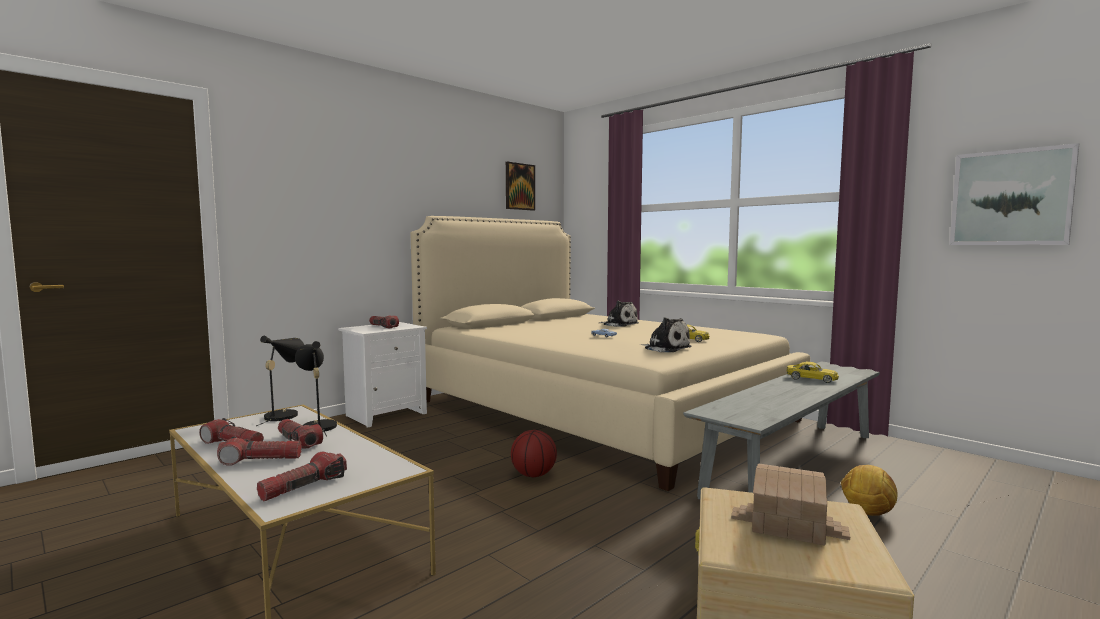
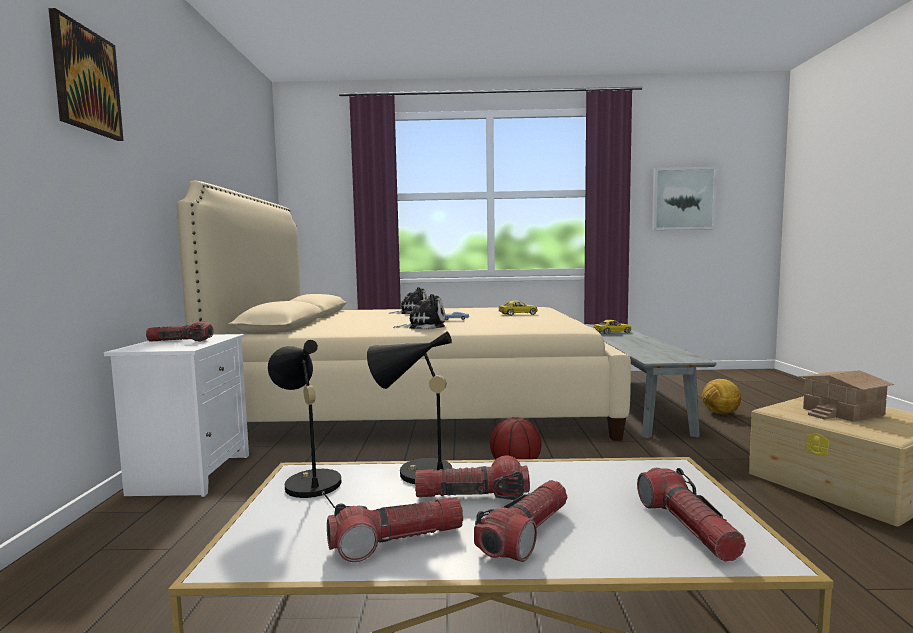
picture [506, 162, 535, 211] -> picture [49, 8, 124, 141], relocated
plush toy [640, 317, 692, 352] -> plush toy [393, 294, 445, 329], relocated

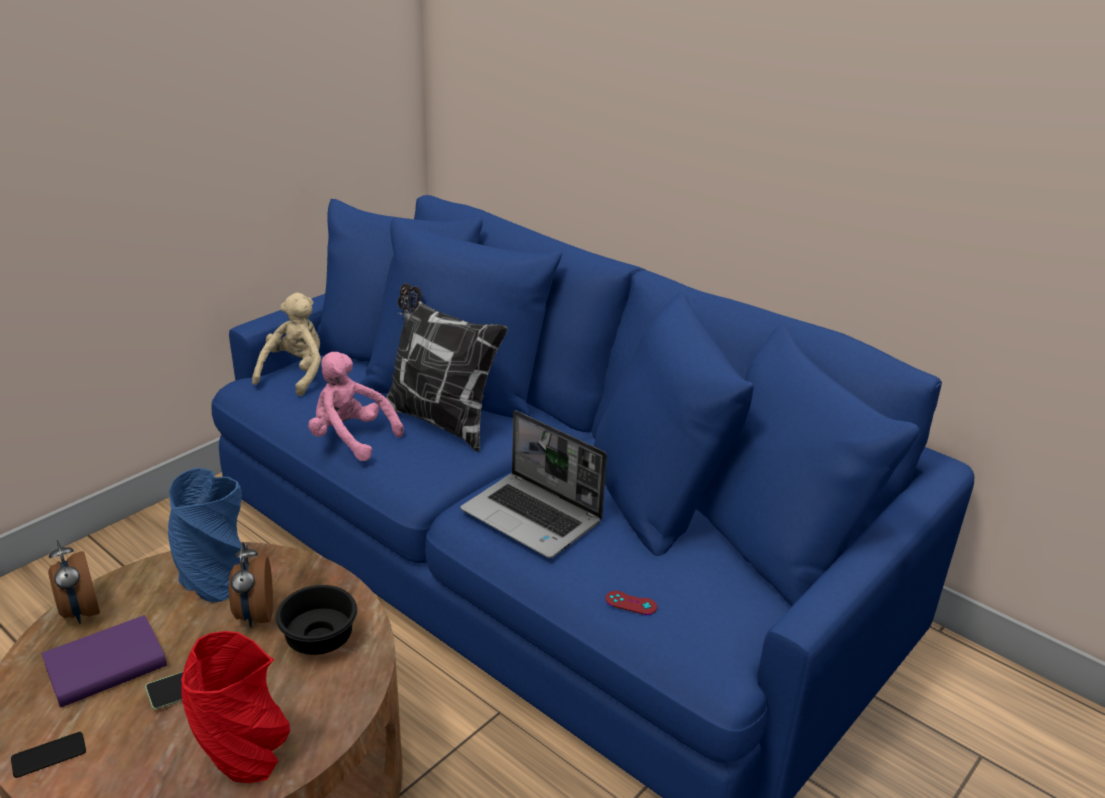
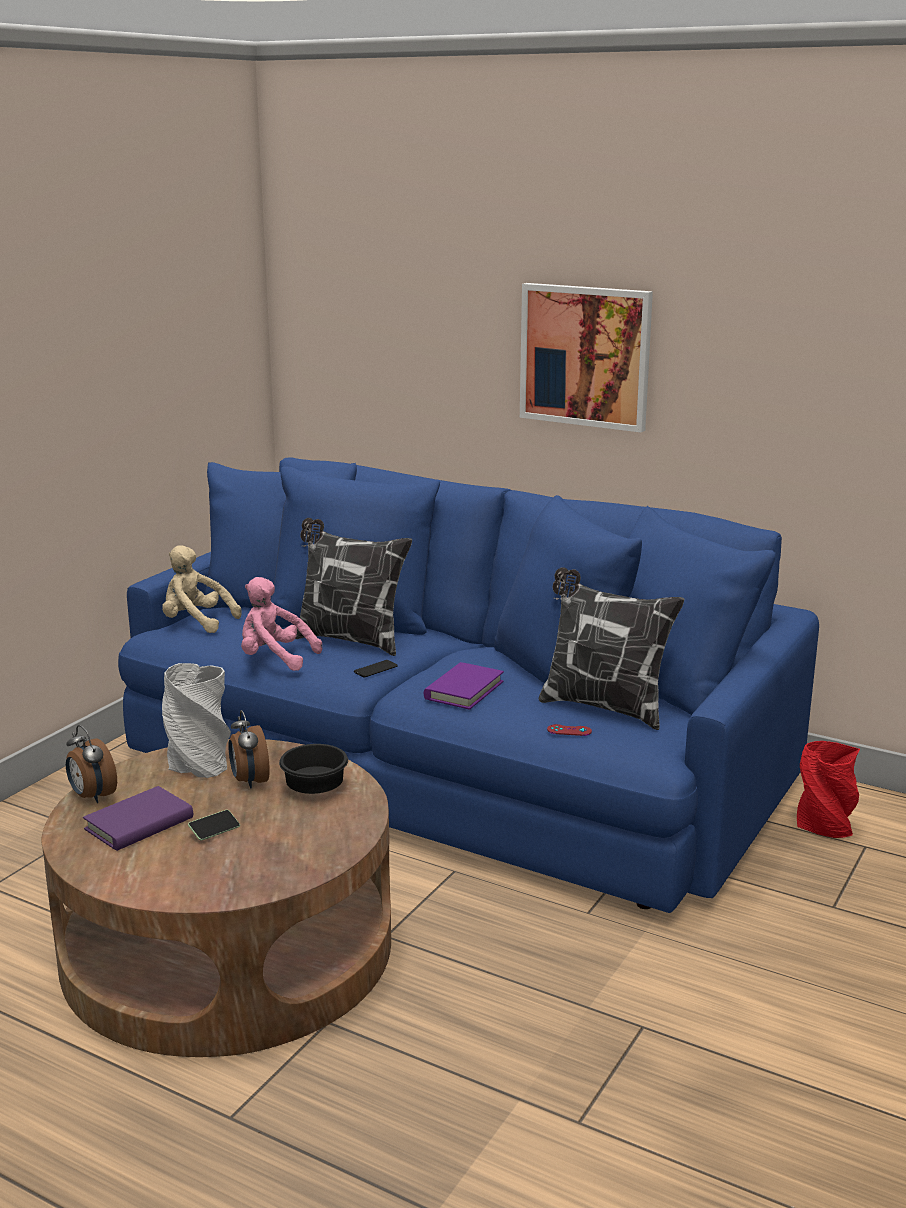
phone [11, 732, 86, 778] -> phone [354, 660, 398, 678], relocated
blue vase [168, 468, 245, 603] -> grey vase [162, 663, 231, 778]
red vase [181, 631, 290, 783] -> red vase [797, 741, 860, 838], relocated
beige plush toy [252, 293, 321, 396] -> beige plush toy [162, 545, 241, 633], 75 degrees counterclockwise
laptop [460, 410, 607, 558] -> purple book [424, 662, 504, 710]
none -> picture [520, 283, 653, 433]
none -> pillow [539, 567, 684, 730]

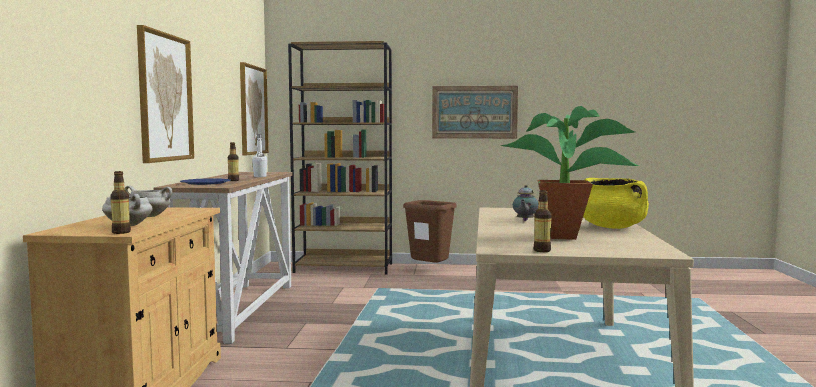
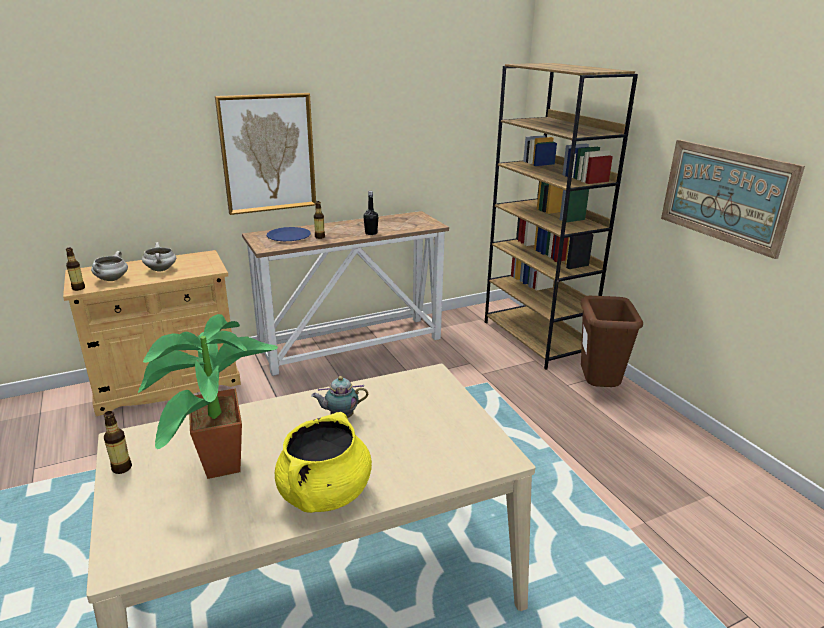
picture [240, 62, 269, 155] -> none
white bottle [252, 134, 267, 177] -> black bottle [363, 191, 378, 235]

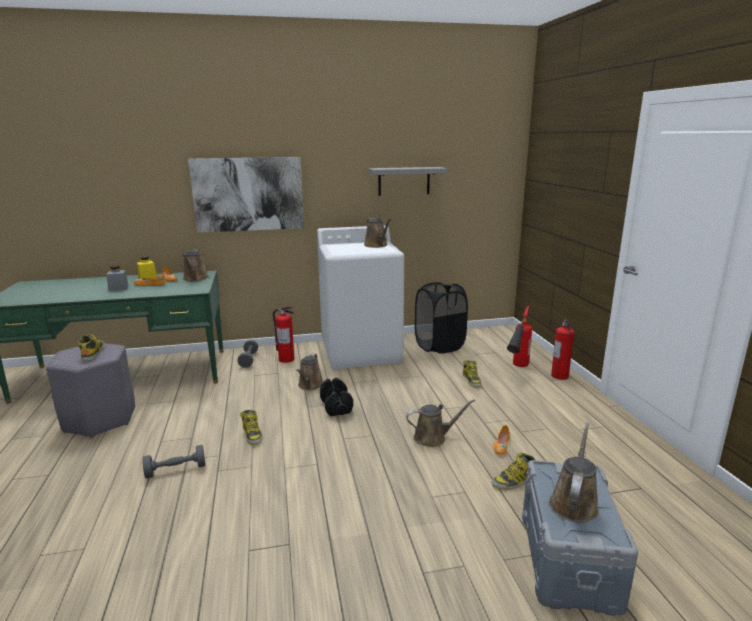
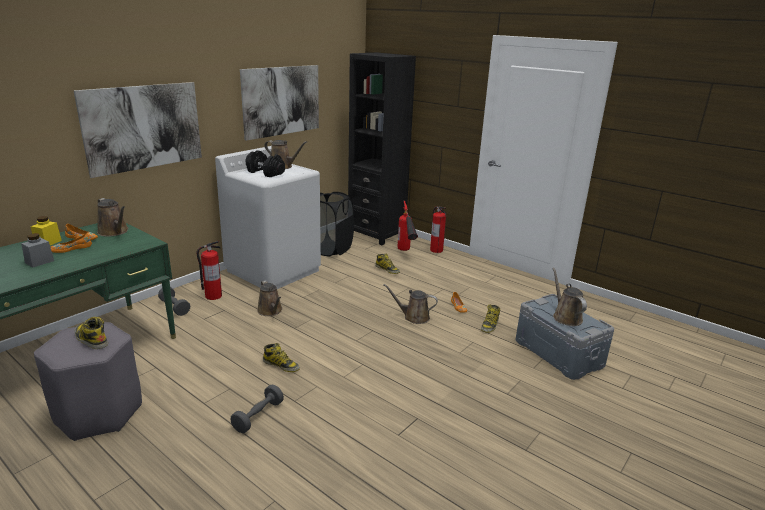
black dumbbell [320, 378, 353, 417] -> black dumbbell [246, 150, 285, 177], relocated
grey shelf [368, 167, 447, 196] -> picture [240, 65, 319, 141]
brown watering can [406, 399, 475, 447] -> brown watering can [383, 284, 438, 324], 120 degrees counterclockwise
none -> black bookcase [348, 53, 416, 245]

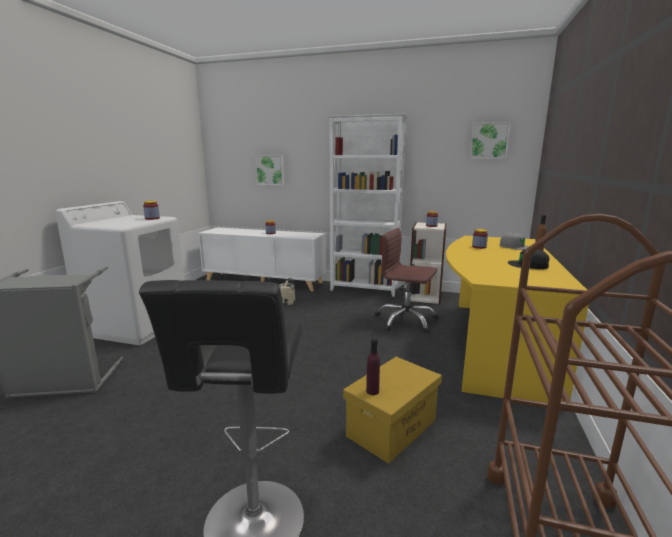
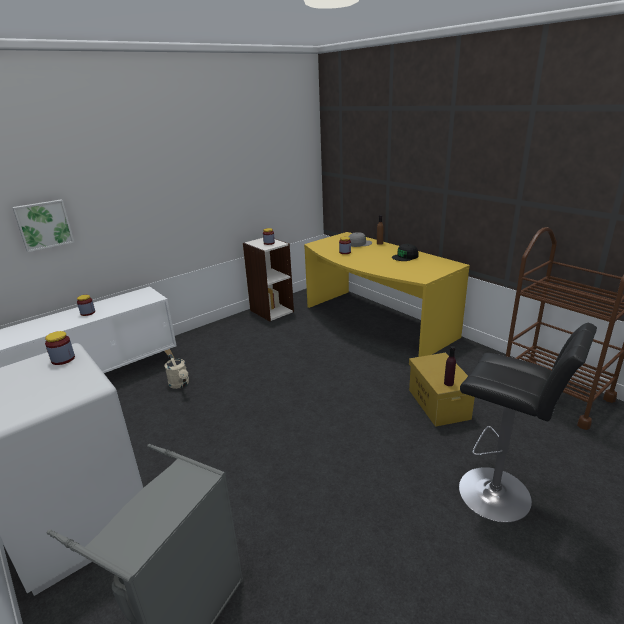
white bookcase [326, 114, 409, 297] -> none
brown office chair [375, 228, 438, 333] -> none
picture [469, 122, 510, 159] -> none

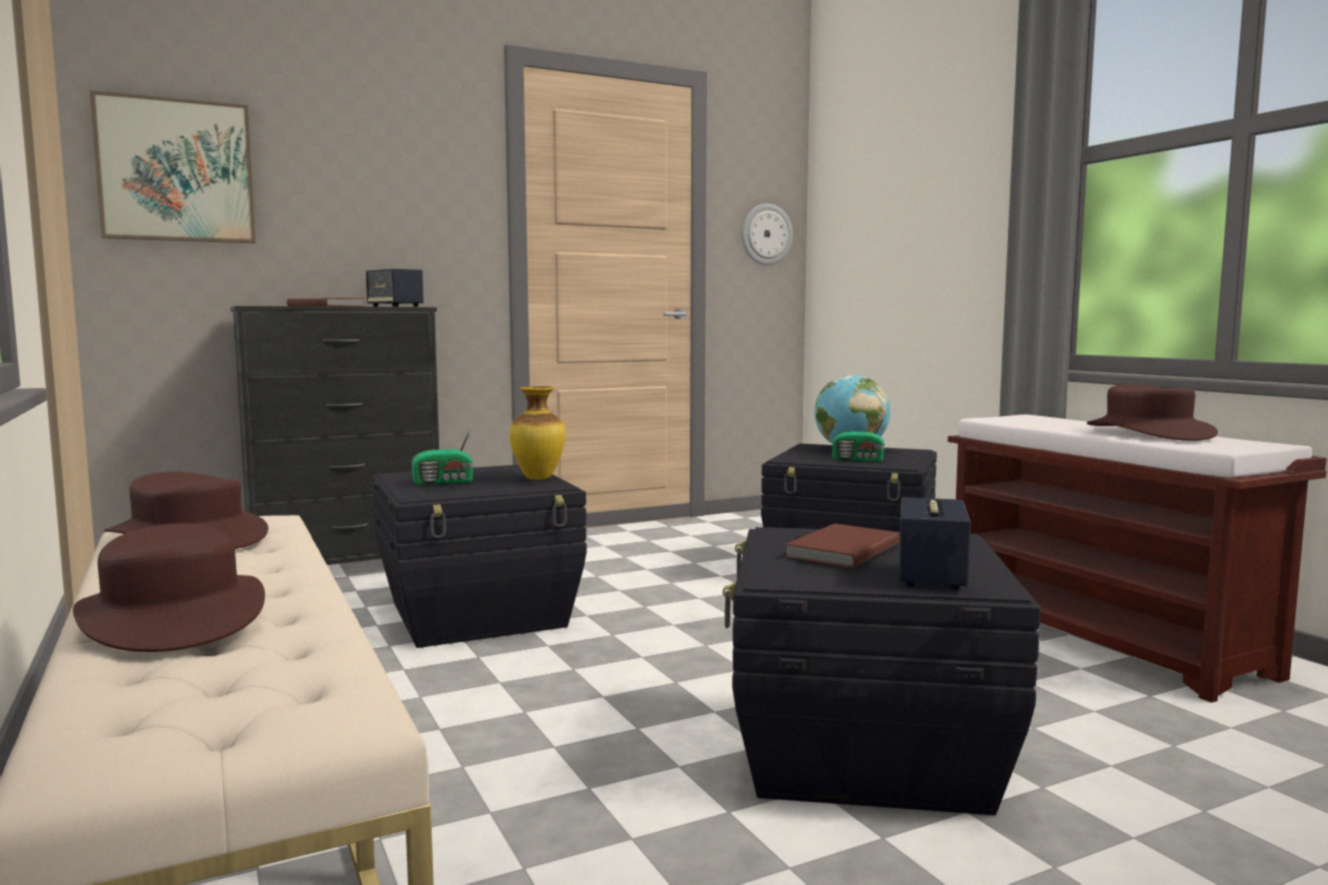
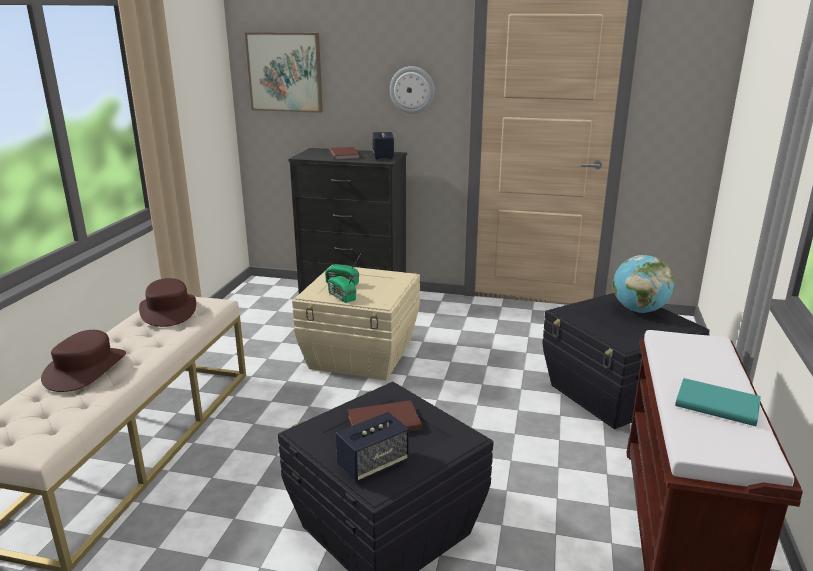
black storage box [373, 465, 587, 648] -> beige storage box [292, 265, 420, 381]
vase [509, 386, 566, 480] -> none
wall clock [741, 204, 793, 265] -> wall clock [390, 66, 434, 114], relocated
radio [832, 410, 889, 462] -> radio [328, 270, 357, 303], relocated
brown hat [1087, 384, 1218, 441] -> turquoise book [675, 378, 761, 426]

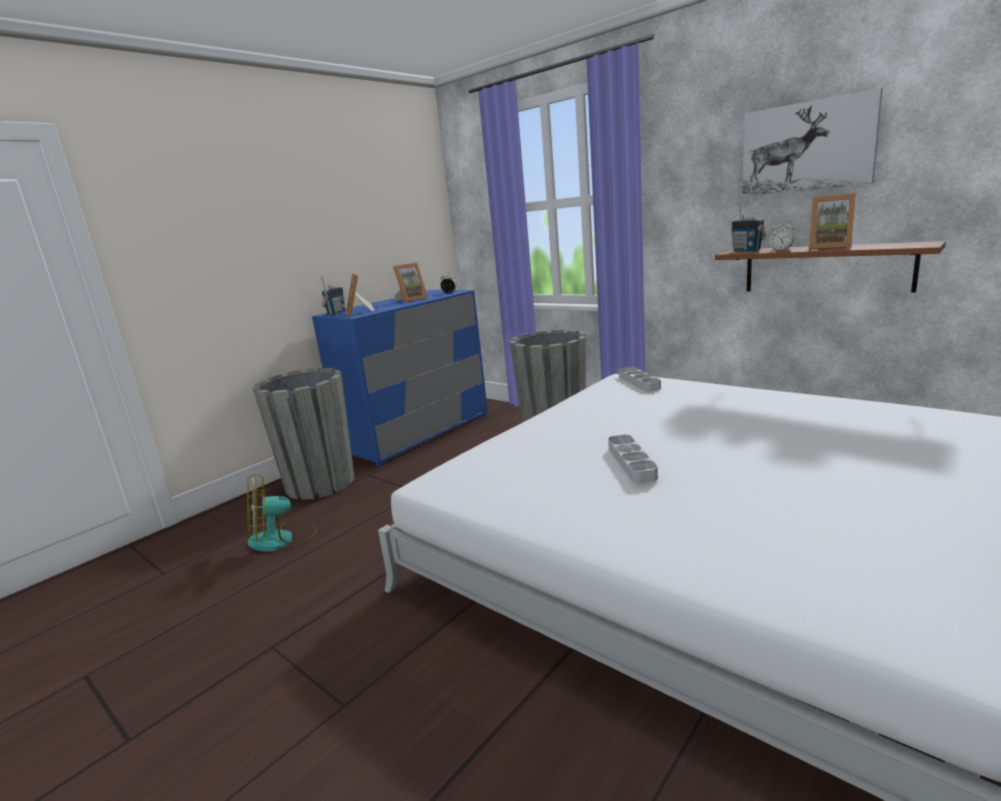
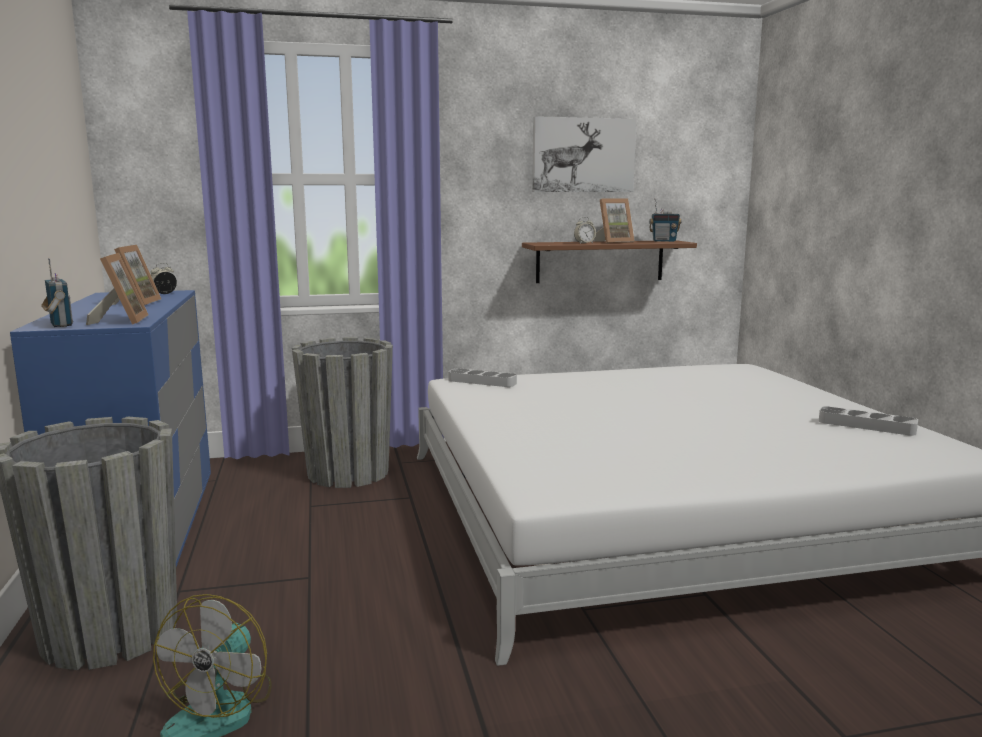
picture frame [346, 273, 375, 317] -> picture frame [86, 253, 149, 325], 120 degrees counterclockwise
grey tray [608, 435, 658, 483] -> grey tray [819, 406, 918, 436], relocated
radio [731, 204, 766, 251] -> radio [649, 198, 682, 242], relocated

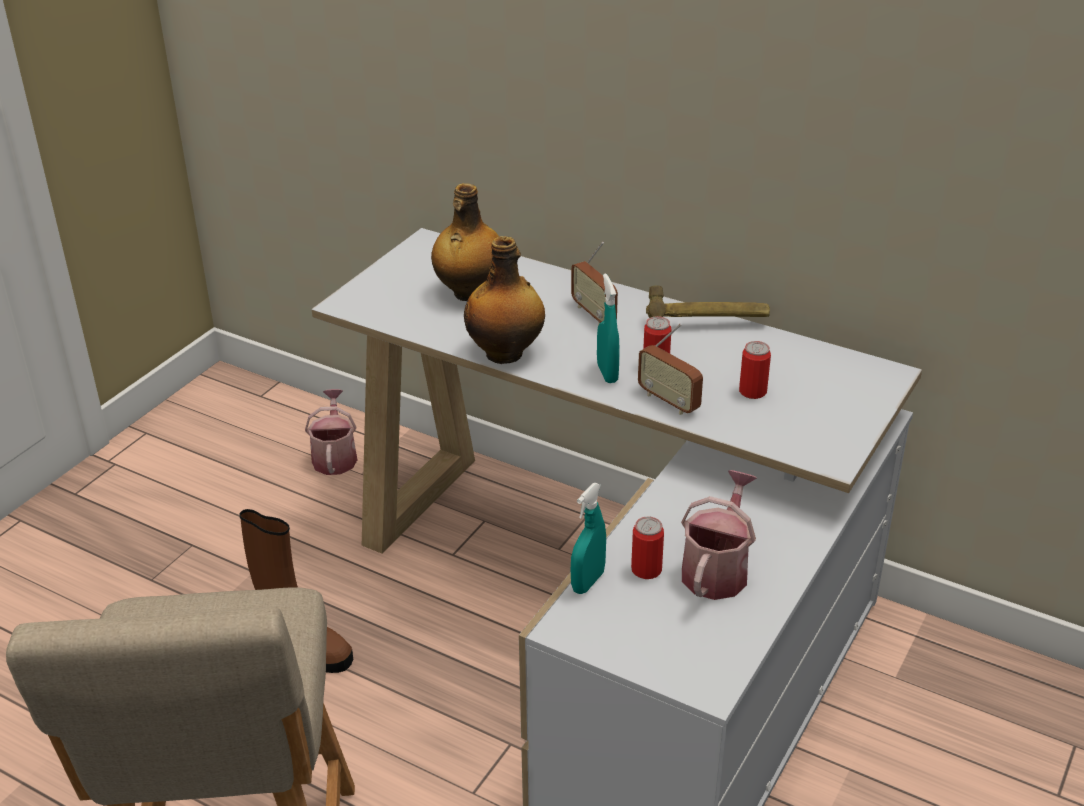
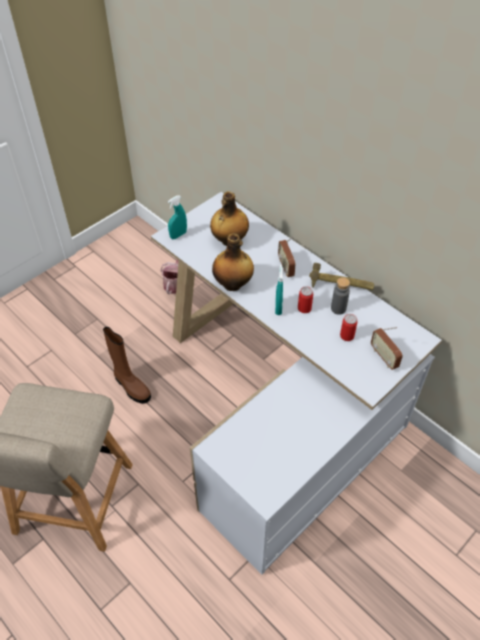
turquoise spray bottle [571, 483, 606, 594] -> turquoise spray bottle [168, 195, 187, 239], relocated
can [631, 517, 664, 579] -> none
radio [638, 324, 703, 415] -> radio [371, 327, 403, 370], relocated
watering can [681, 470, 757, 600] -> none
none -> grey bottle [331, 277, 350, 315]

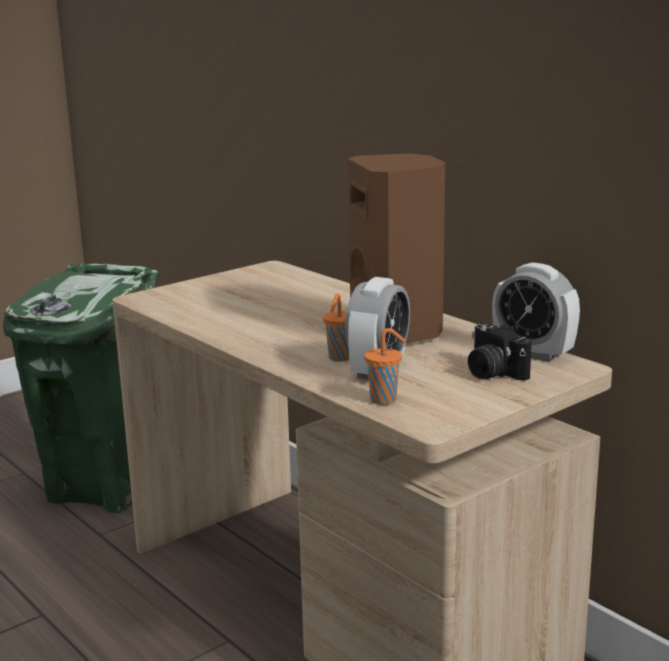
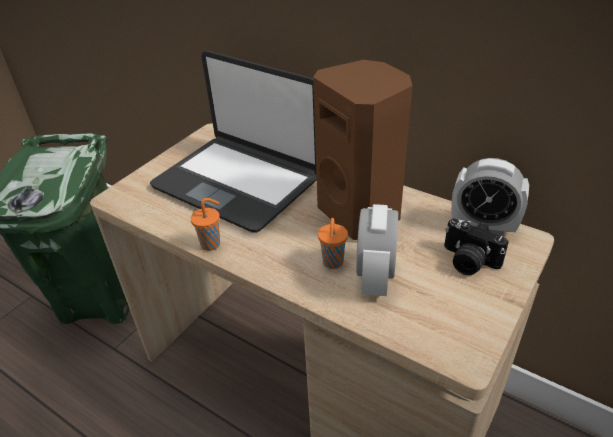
orange cup [364, 328, 405, 405] -> orange cup [191, 198, 220, 251], relocated
none -> laptop [150, 51, 317, 233]

